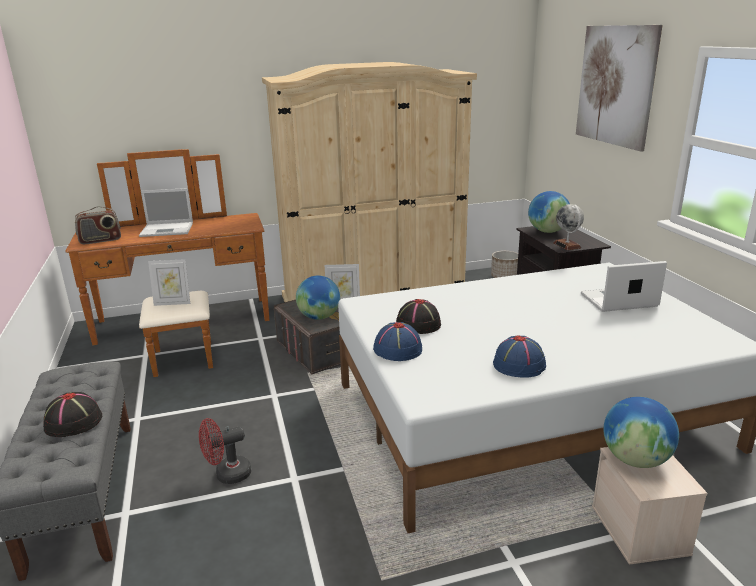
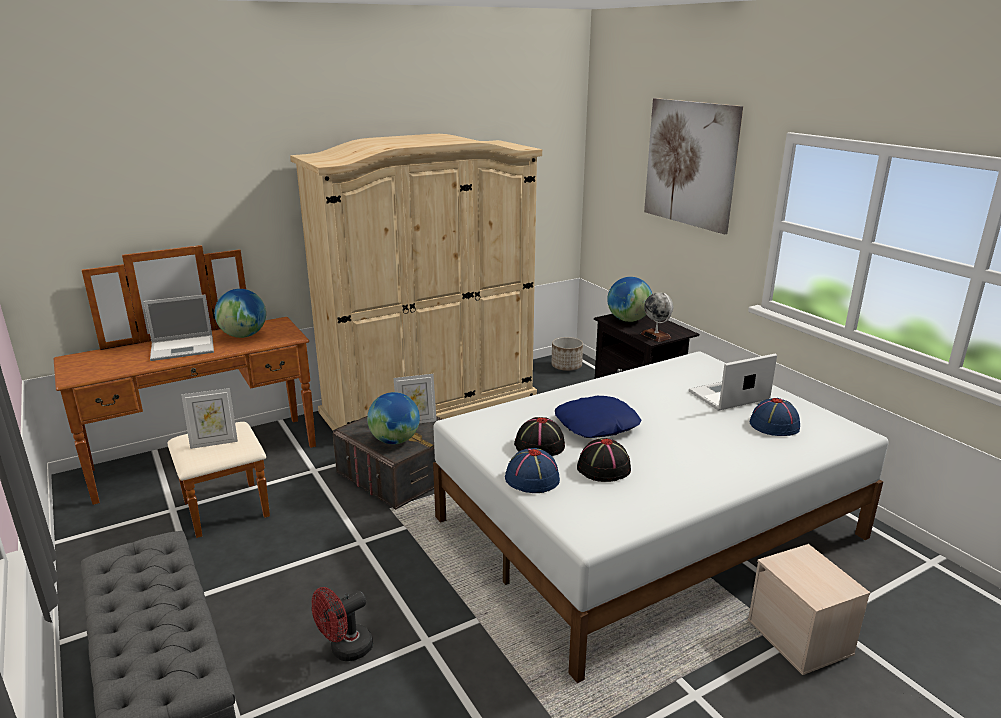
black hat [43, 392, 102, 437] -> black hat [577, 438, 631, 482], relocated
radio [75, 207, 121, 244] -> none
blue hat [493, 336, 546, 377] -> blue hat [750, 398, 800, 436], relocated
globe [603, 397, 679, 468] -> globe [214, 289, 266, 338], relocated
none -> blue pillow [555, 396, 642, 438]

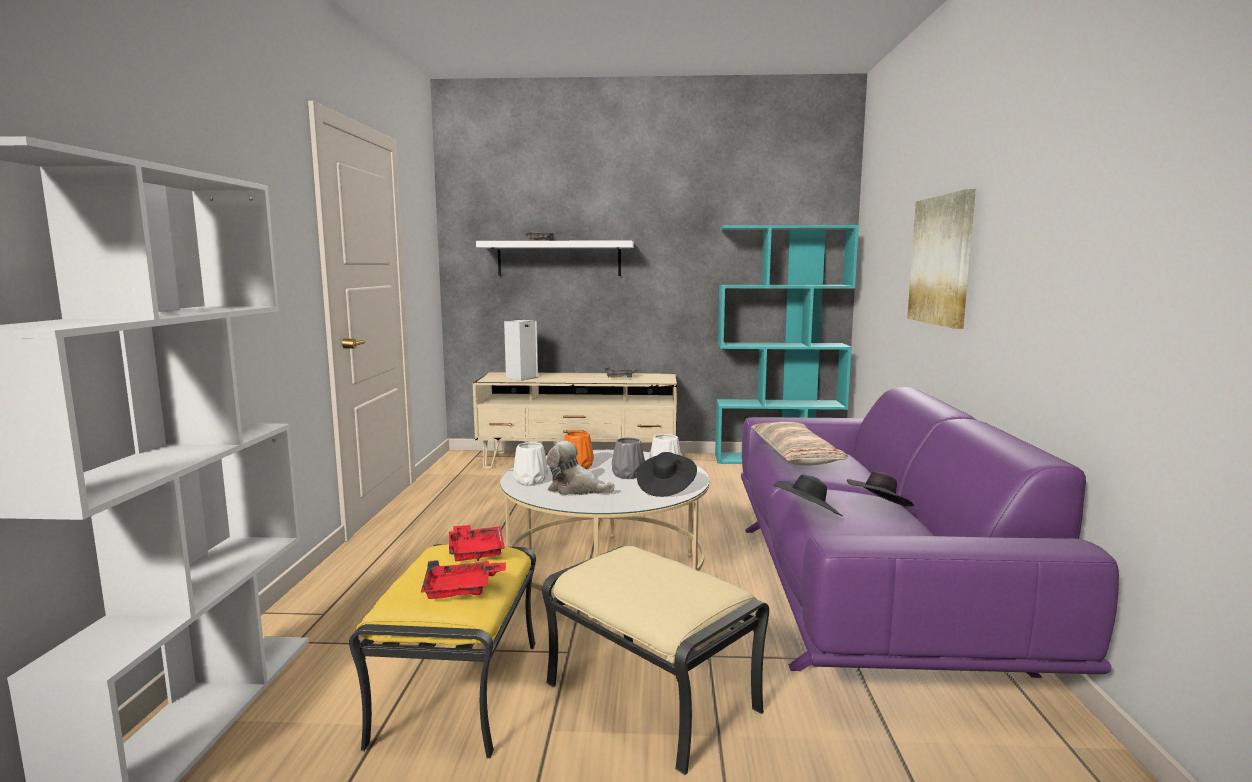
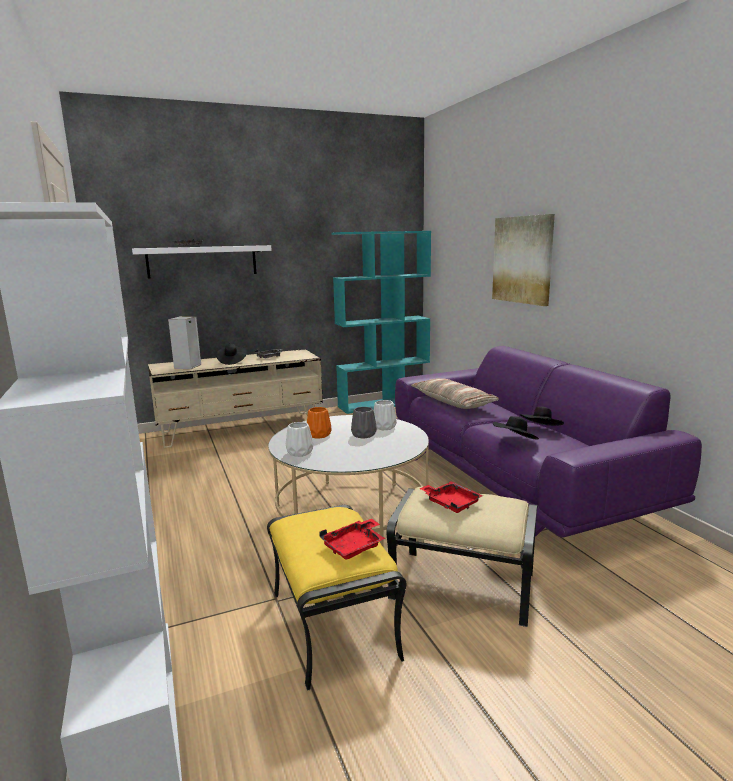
red tray [449, 525, 505, 561] -> red tray [419, 481, 483, 513], relocated
plush toy [546, 441, 615, 495] -> none
black hat [637, 452, 697, 497] -> black hat [216, 344, 247, 365], relocated

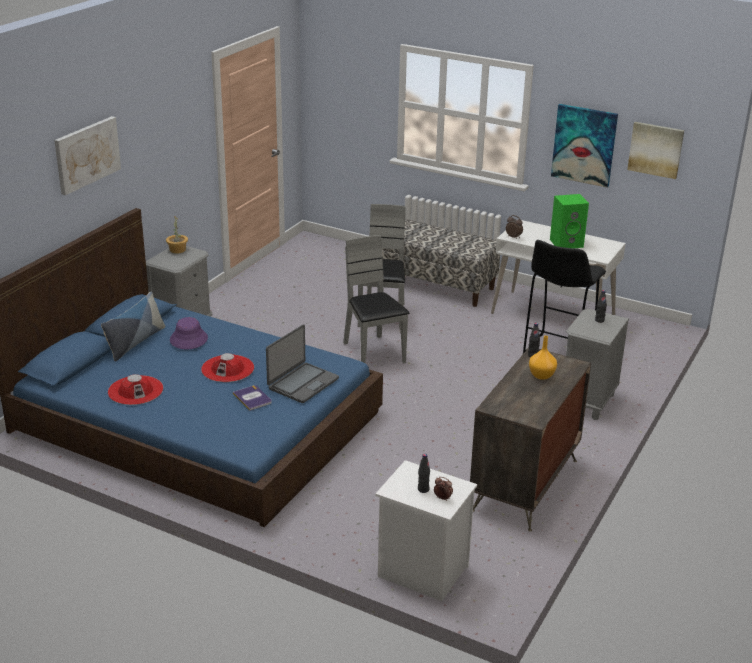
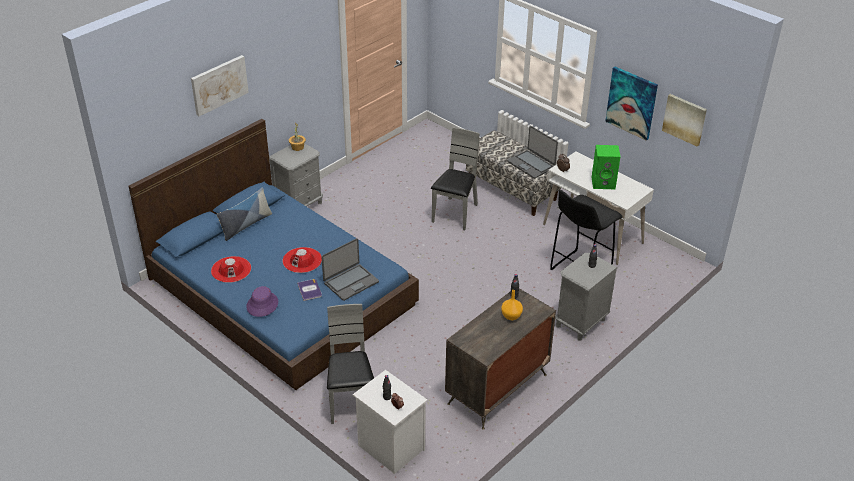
purple hat [170, 317, 208, 349] -> purple hat [246, 286, 278, 317], relocated
grey chair [343, 235, 410, 363] -> grey chair [327, 304, 374, 424], relocated
none -> laptop [507, 126, 558, 179]

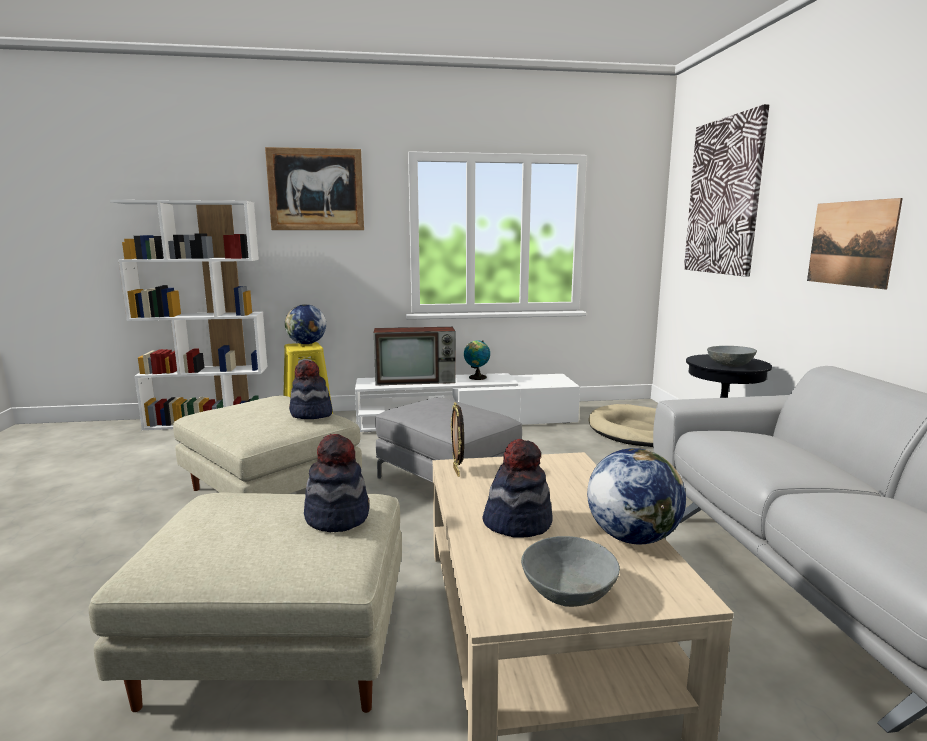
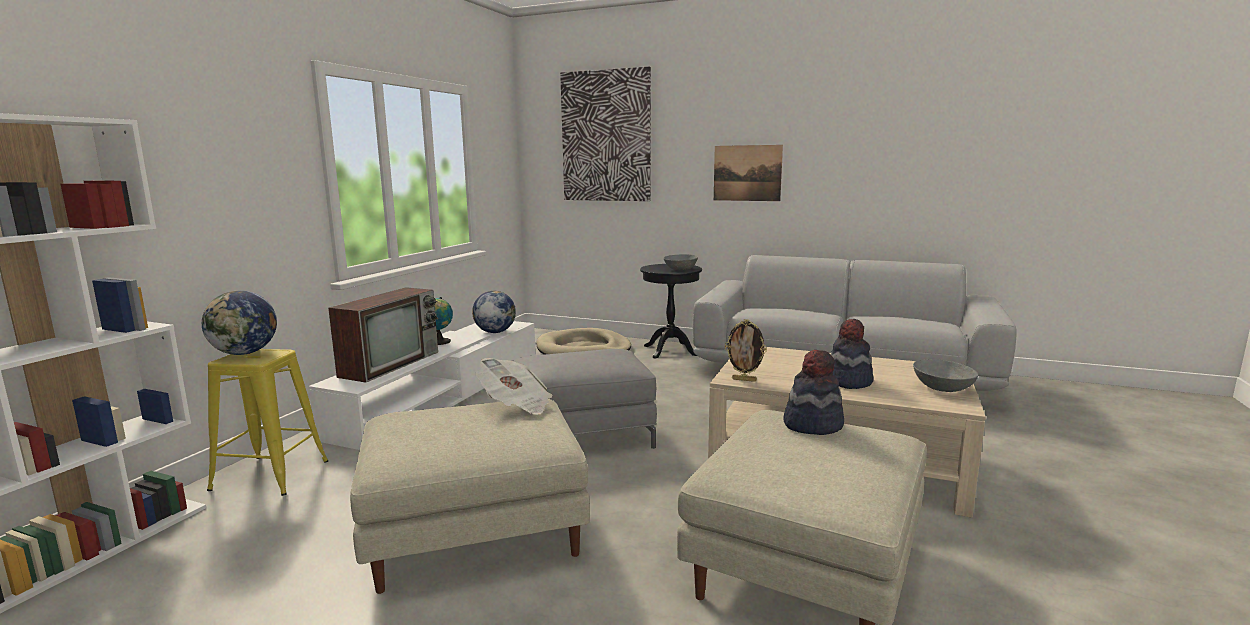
picture [265, 147, 364, 230] -> none
hat [289, 360, 333, 419] -> newspaper [476, 358, 552, 415]
globe [587, 448, 686, 544] -> globe [472, 291, 516, 333], relocated

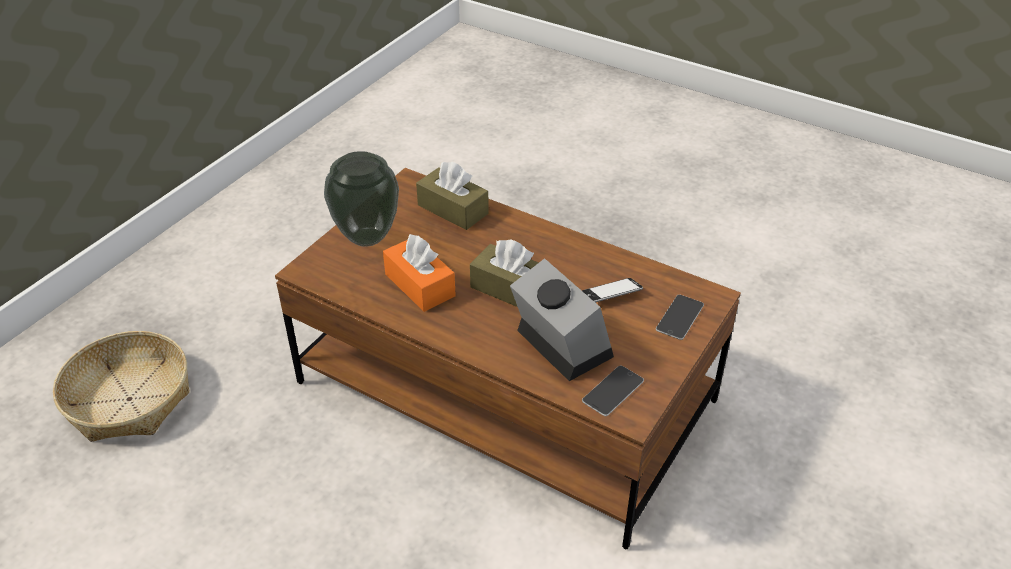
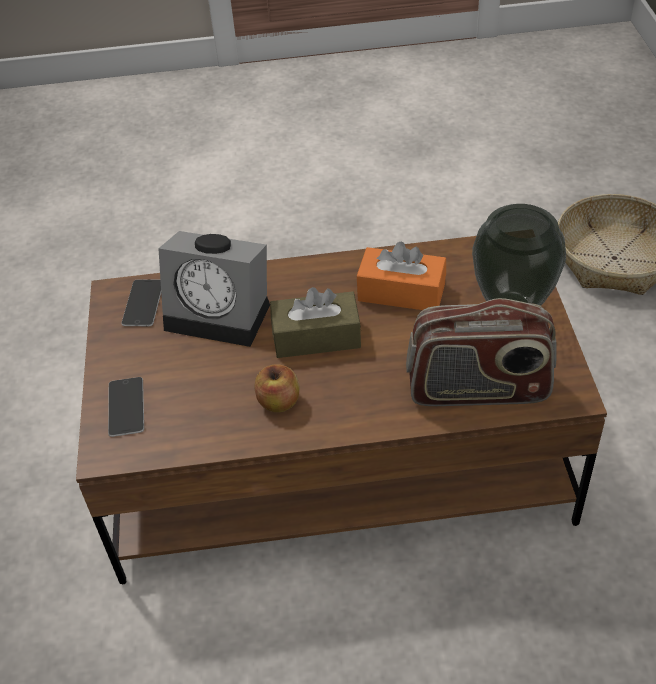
brown tissue box [416, 162, 489, 230] -> radio [406, 298, 556, 406]
phone [582, 278, 643, 303] -> none
none -> apple [254, 364, 300, 412]

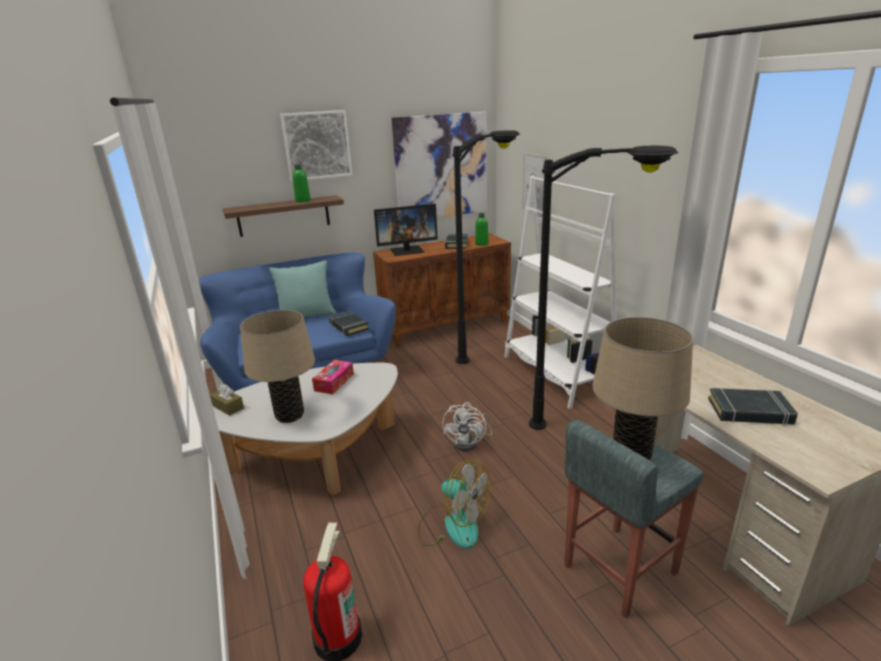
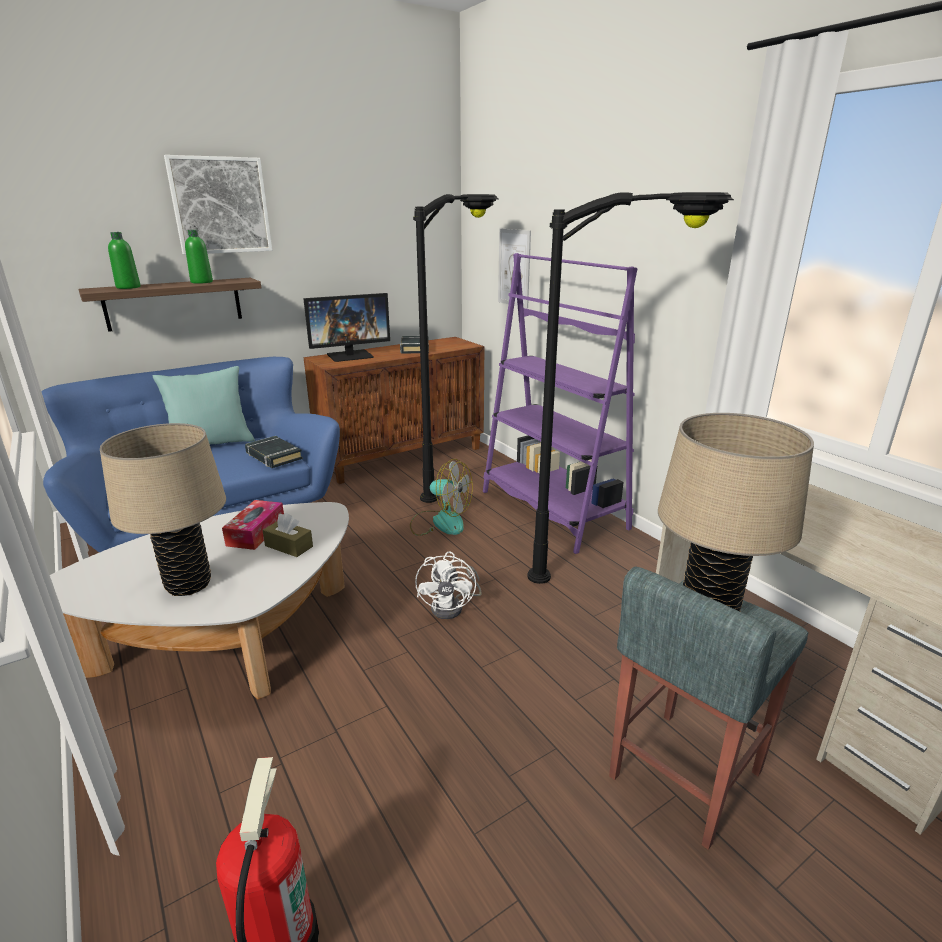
brown tissue box [210, 384, 244, 416] -> brown tissue box [262, 513, 313, 557], relocated
picture [391, 112, 487, 218] -> none
fan [418, 459, 491, 549] -> fan [410, 459, 473, 536], relocated
green bottle [475, 213, 489, 246] -> green bottle [108, 232, 141, 289], relocated
white bookcase [504, 176, 617, 409] -> purple bookcase [483, 253, 638, 554]
black book [708, 388, 798, 425] -> none

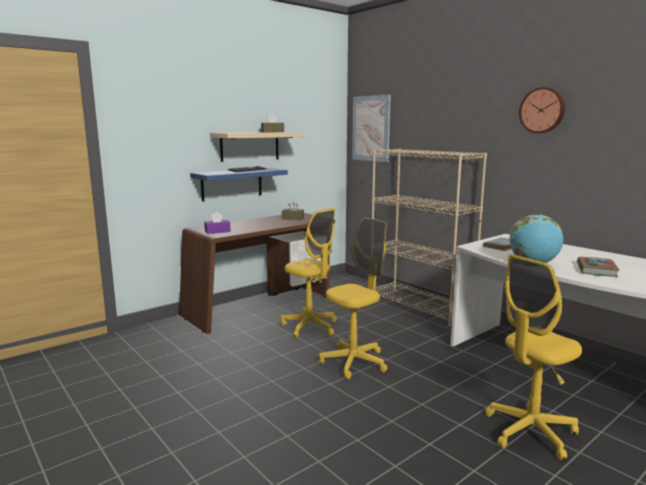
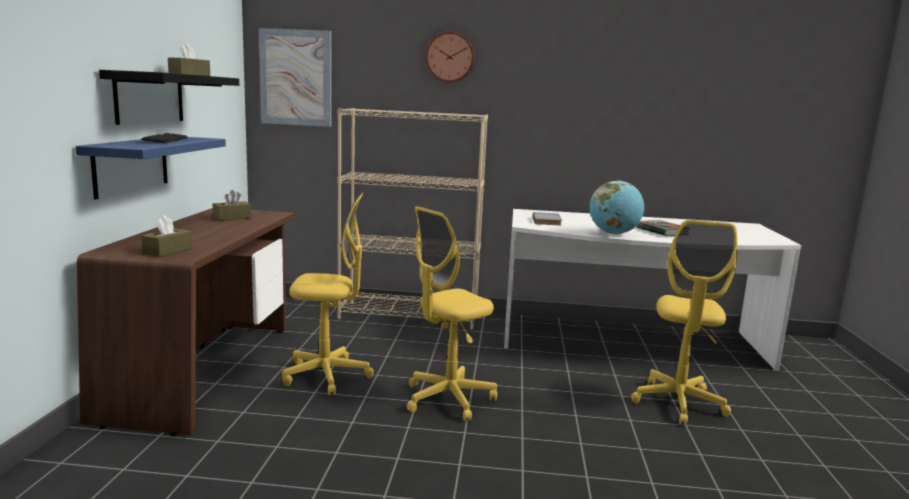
purple tissue box [204, 212, 231, 234] -> brown tissue box [141, 215, 192, 257]
beige shelf [210, 132, 305, 162] -> black shelf [99, 70, 239, 125]
yellow office chair [318, 217, 387, 379] -> yellow office chair [407, 206, 497, 421], 135 degrees counterclockwise
wall clock [519, 87, 565, 133] -> wall clock [425, 31, 474, 83], relocated

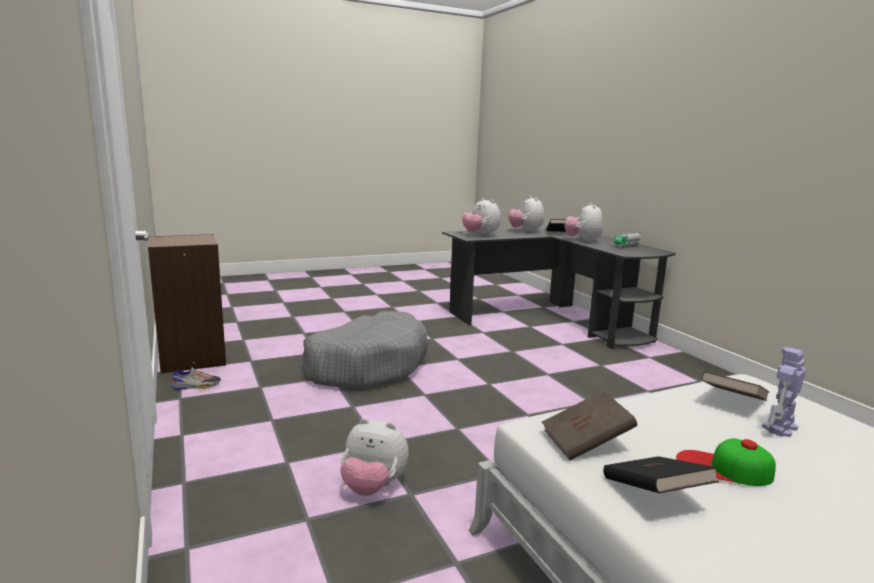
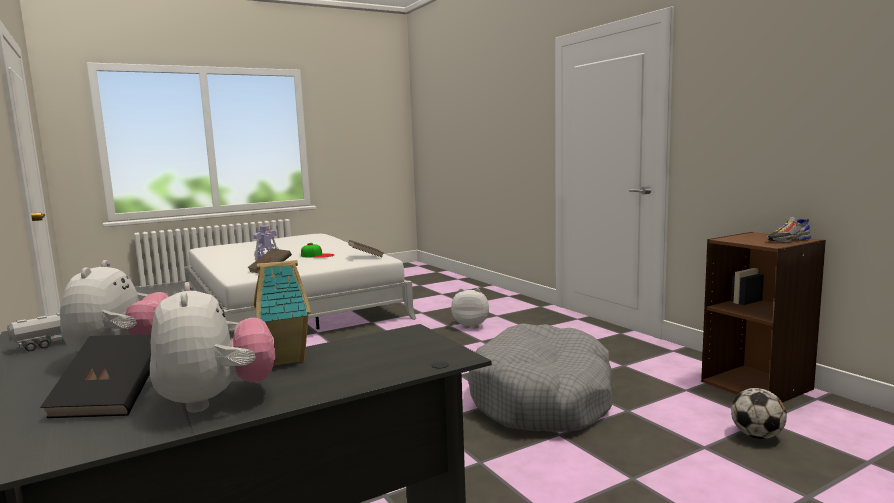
shoe [171, 367, 221, 391] -> shoe [767, 217, 811, 243], relocated
plush toy [462, 198, 501, 236] -> none
black book [603, 456, 719, 493] -> none
none -> toy house [254, 260, 311, 366]
none -> football [731, 388, 787, 439]

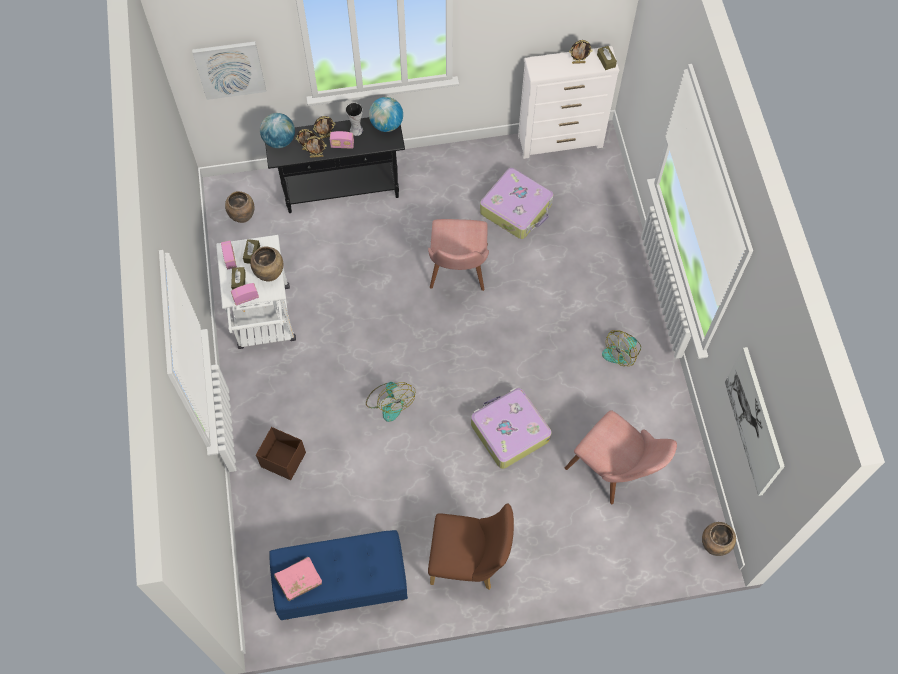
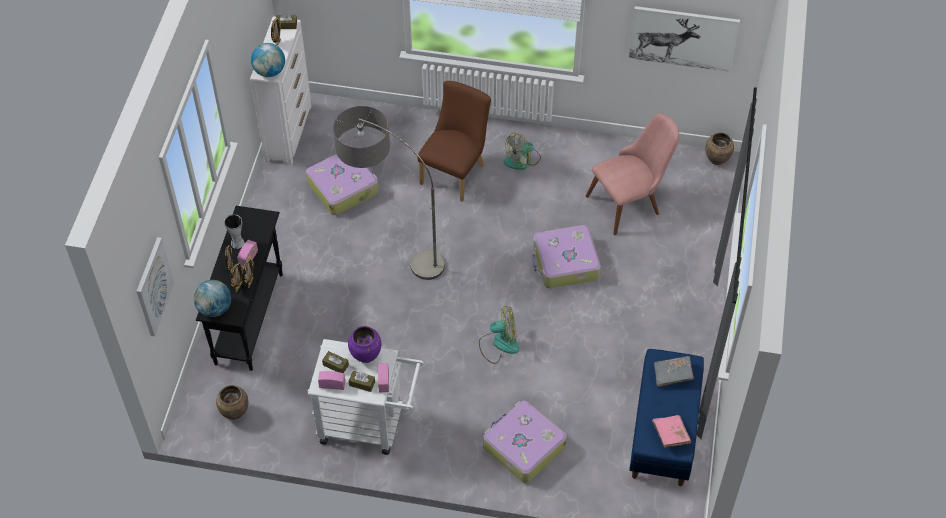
brown vase [250, 246, 283, 281] -> purple vase [348, 326, 381, 363]
brown storage box [256, 427, 306, 480] -> suitcase [483, 401, 567, 483]
globe [369, 97, 403, 132] -> globe [251, 43, 285, 77], relocated
pink chair [428, 219, 489, 291] -> floor lamp [333, 106, 445, 280]
brown chair [428, 503, 514, 590] -> brown chair [417, 81, 491, 202], relocated
fan [602, 330, 641, 366] -> fan [504, 133, 541, 170], 75 degrees clockwise
none -> grey book [654, 356, 694, 387]

